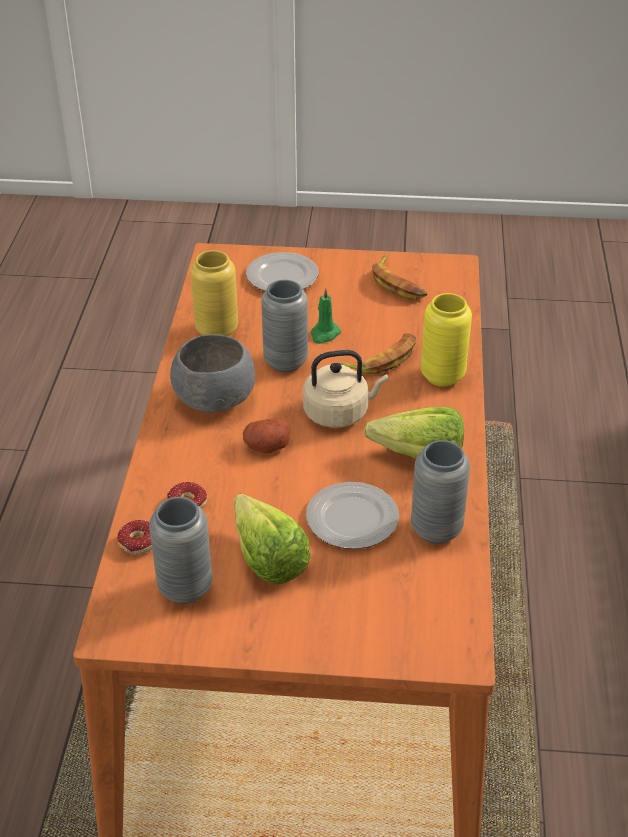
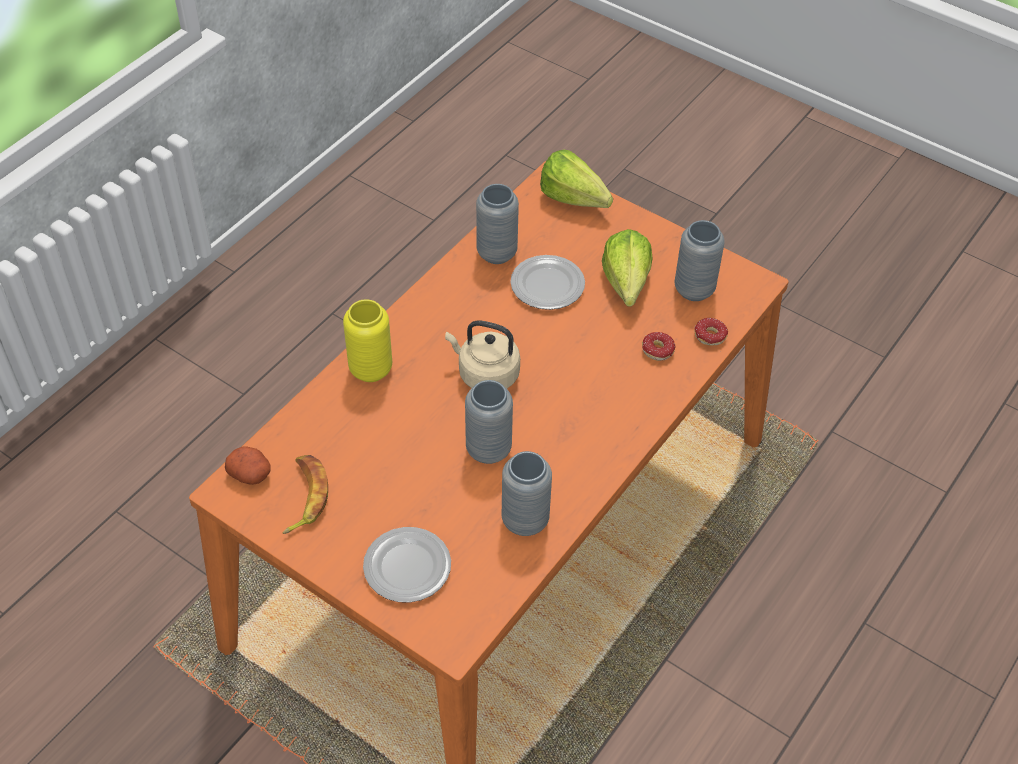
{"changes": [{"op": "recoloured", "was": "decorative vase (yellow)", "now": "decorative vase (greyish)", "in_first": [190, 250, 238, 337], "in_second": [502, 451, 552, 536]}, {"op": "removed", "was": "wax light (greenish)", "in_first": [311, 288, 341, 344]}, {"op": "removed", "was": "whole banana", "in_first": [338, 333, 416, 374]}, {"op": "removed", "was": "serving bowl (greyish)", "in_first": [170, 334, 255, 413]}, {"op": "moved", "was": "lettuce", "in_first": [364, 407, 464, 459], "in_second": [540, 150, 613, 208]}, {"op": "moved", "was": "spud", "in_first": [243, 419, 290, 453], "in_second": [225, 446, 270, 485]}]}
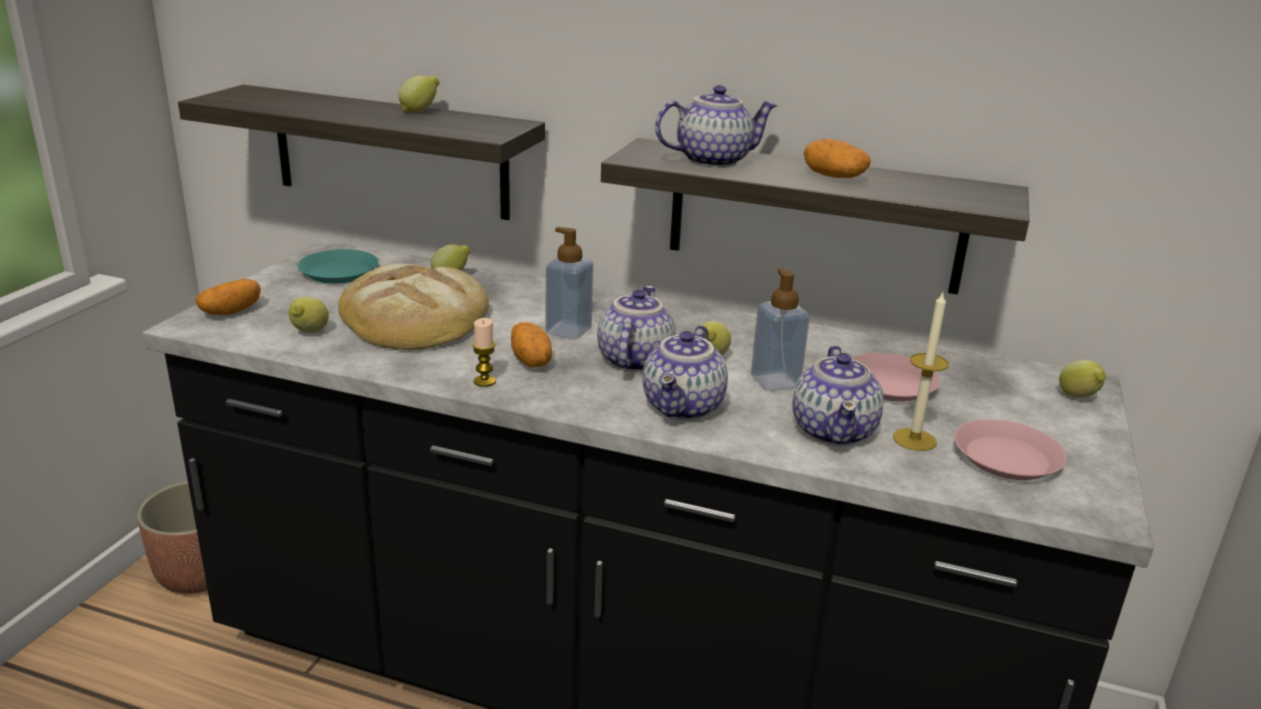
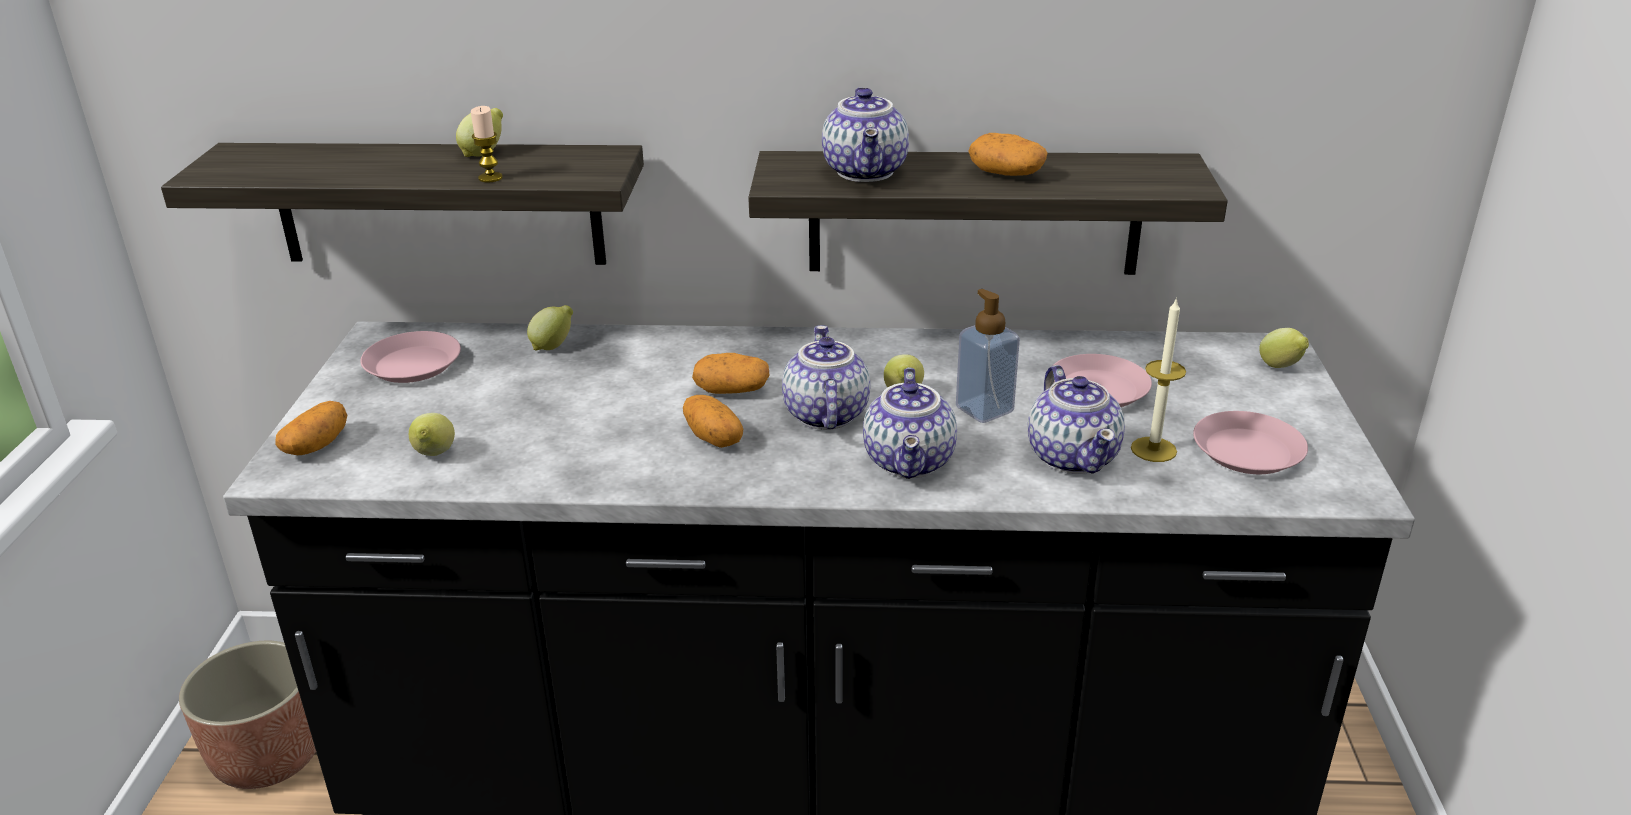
{"changes": [{"op": "turned", "was": "teapot", "in_first": [655, 85, 778, 168], "in_second": [822, 87, 909, 182], "clockwise": 120}, {"op": "replaced", "was": "soap dispenser", "now": "spud", "in_first": [545, 227, 593, 339], "in_second": [692, 353, 770, 394]}, {"op": "recoloured", "was": "dinner plate (turquoise-coloured)", "now": "dinner plate (pinkish)", "in_first": [297, 249, 379, 284], "in_second": [360, 331, 461, 383]}, {"op": "removed", "was": "baked bread", "in_first": [338, 264, 489, 350]}, {"op": "moved", "was": "wax light", "in_first": [472, 318, 496, 387], "in_second": [471, 106, 503, 182]}]}
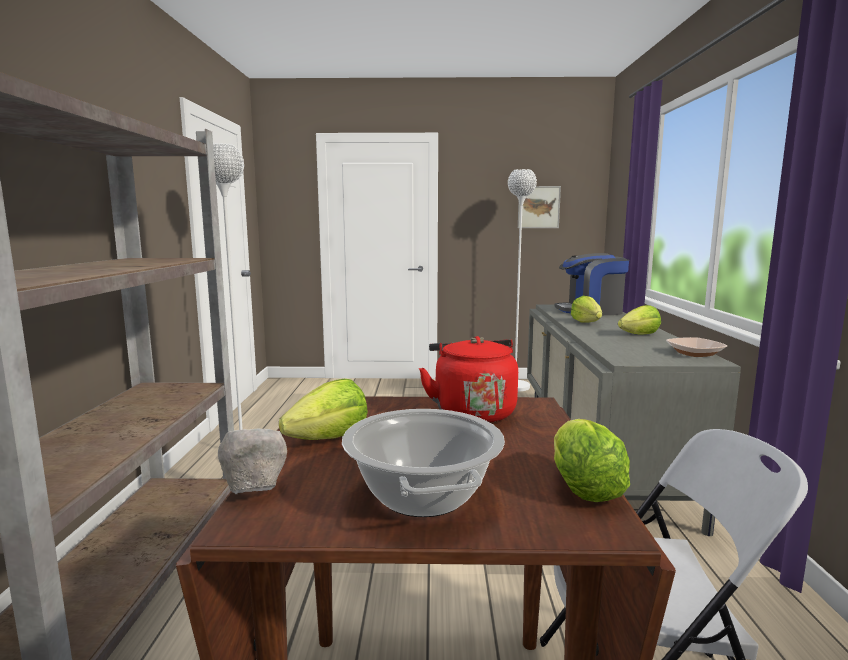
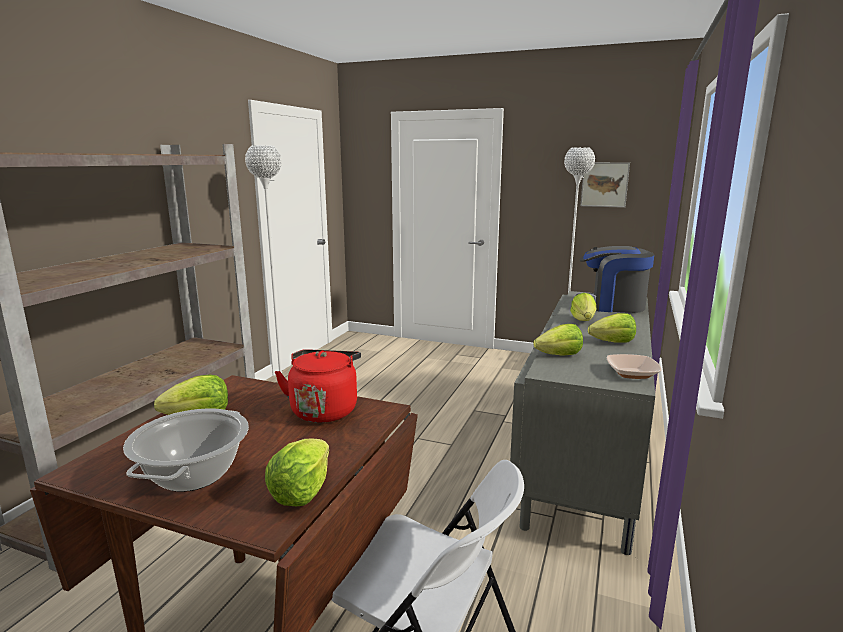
{"changes": [{"op": "removed", "was": "serving bowl (greyish)", "in_first": [218, 429, 287, 494]}, {"op": "added", "now": "lettuce", "in_second": [533, 324, 583, 356]}]}
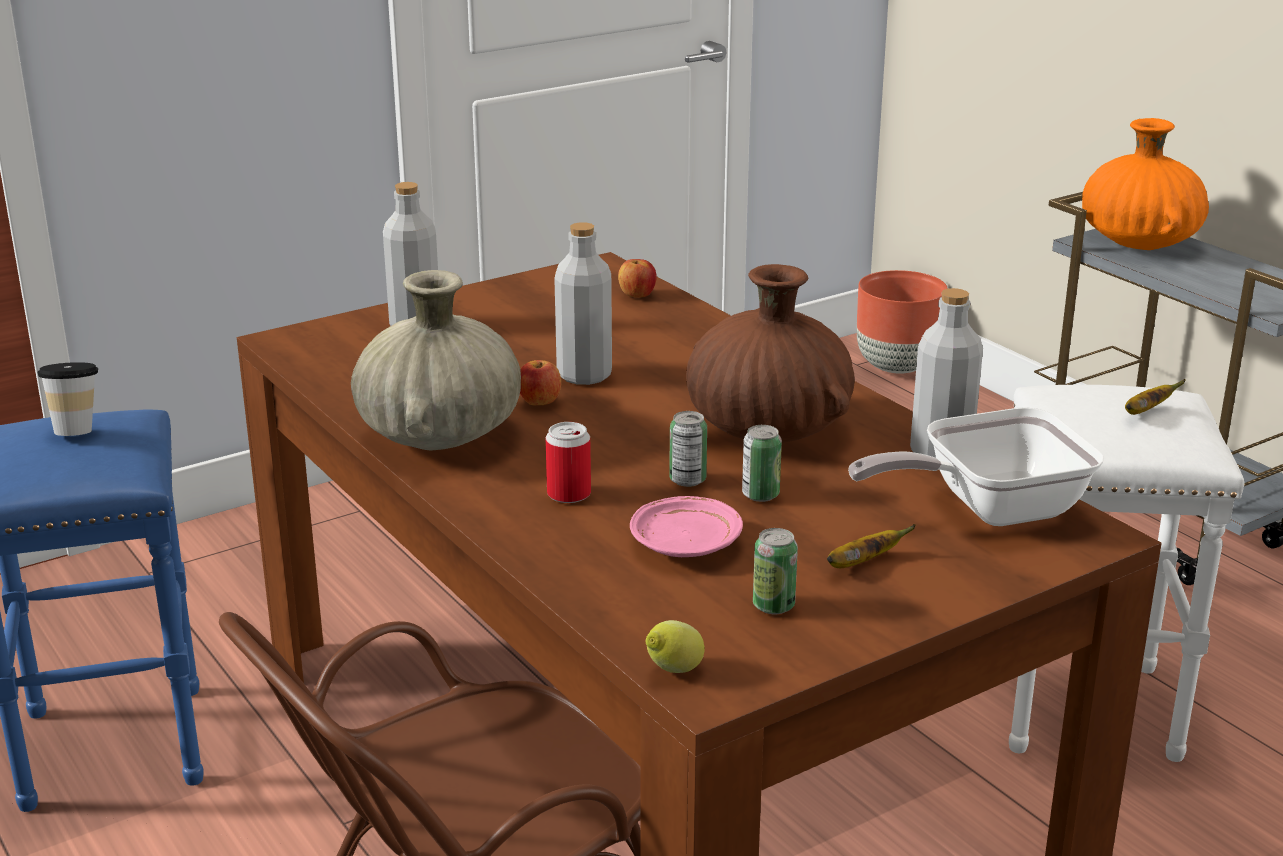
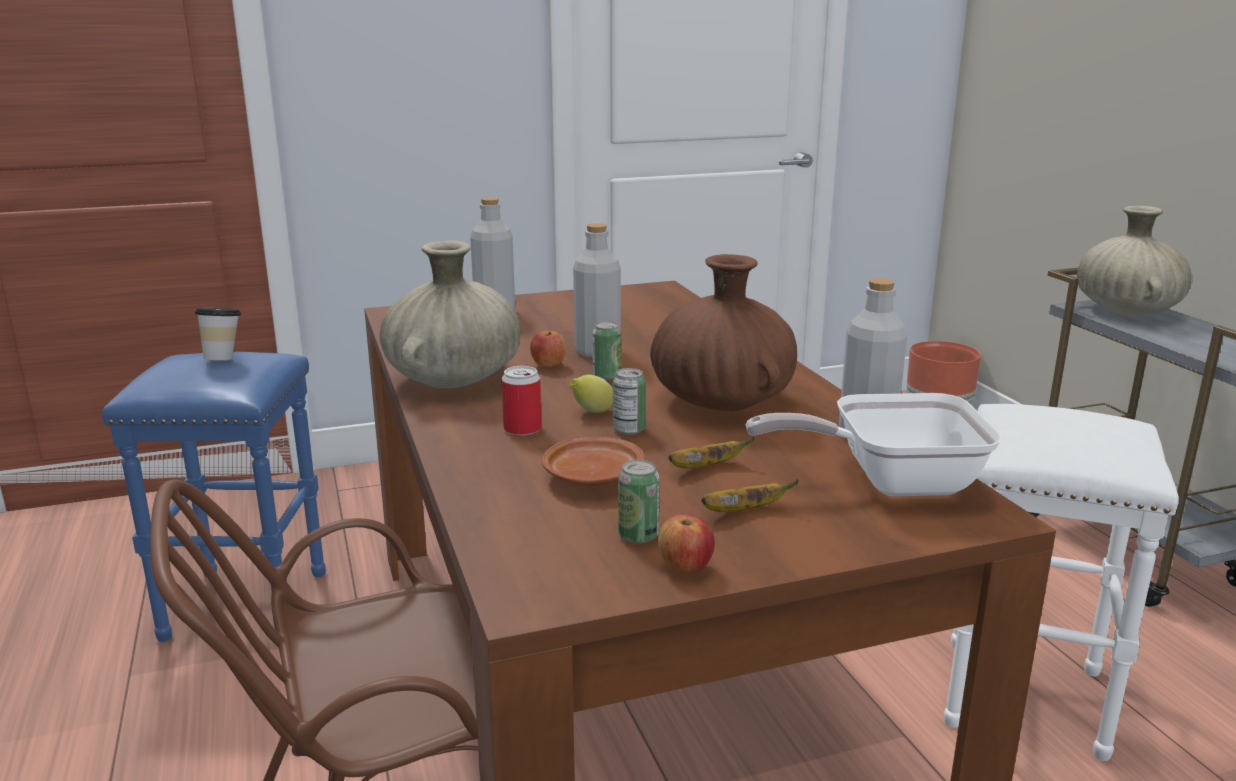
{"changes": [{"op": "recoloured", "was": "decorative vase (orange-coloured)", "now": "decorative vase (sand-coloured)", "in_first": [1082, 118, 1209, 250], "in_second": [1077, 206, 1191, 316]}, {"op": "moved", "was": "whole apple", "in_first": [618, 259, 657, 298], "in_second": [658, 514, 715, 573]}, {"op": "moved", "was": "whole banana", "in_first": [1125, 379, 1186, 415], "in_second": [668, 437, 755, 468]}, {"op": "moved", "was": "metal can", "in_first": [742, 425, 782, 502], "in_second": [592, 321, 621, 380]}, {"op": "recoloured", "was": "dinner plate (pinkish)", "now": "dinner plate (brownish)", "in_first": [630, 496, 743, 557], "in_second": [542, 436, 645, 486]}, {"op": "moved", "was": "whole lemon", "in_first": [646, 620, 705, 673], "in_second": [570, 375, 613, 413]}]}
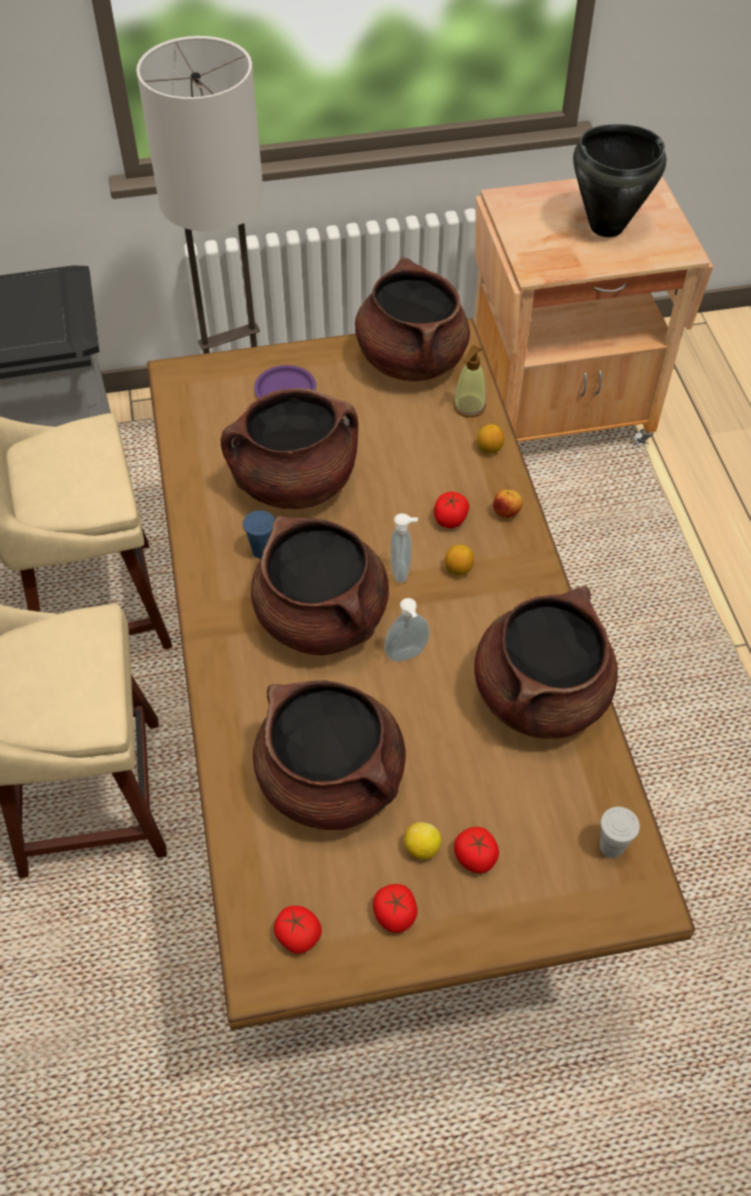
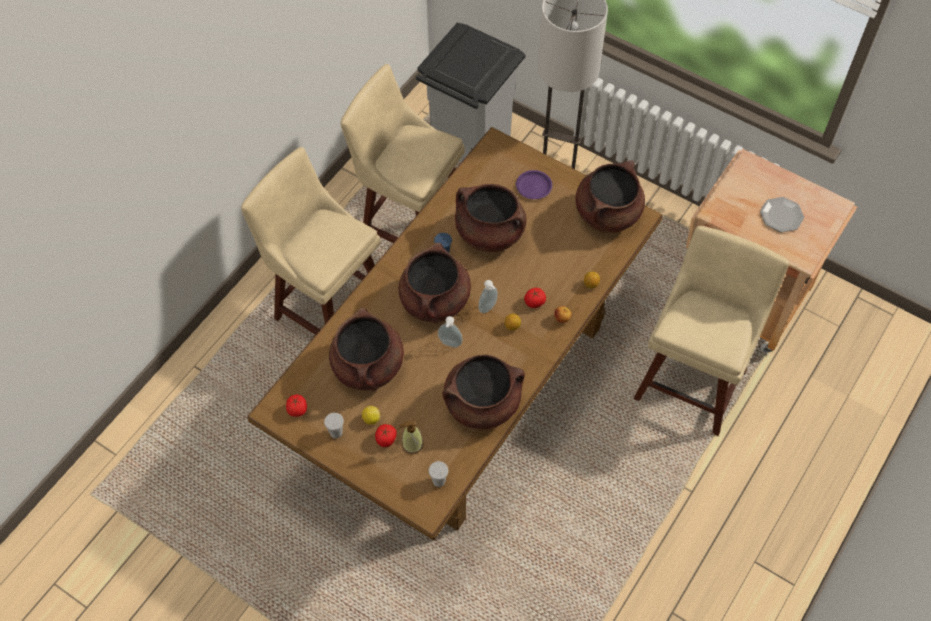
{"changes": [{"op": "replaced", "was": "saucepot (black)", "now": "dinner plate", "in_first": [573, 124, 666, 237], "in_second": [760, 197, 804, 232]}, {"op": "moved", "was": "soap dispenser", "in_first": [453, 345, 486, 417], "in_second": [399, 420, 424, 454]}, {"op": "replaced", "was": "whole tomato", "now": "small cup (whitish)", "in_first": [373, 884, 417, 933], "in_second": [324, 413, 344, 438]}, {"op": "added", "now": "plain chair (sand-coloured)", "in_second": [633, 226, 789, 436]}]}
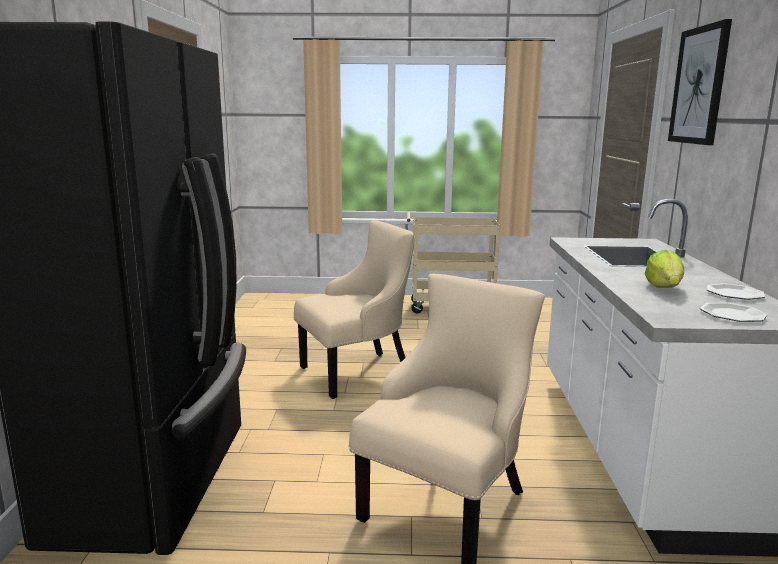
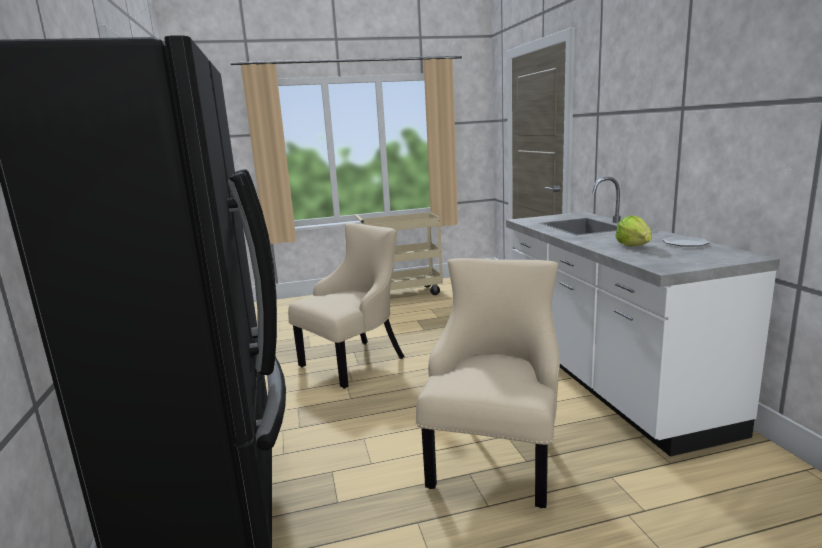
{"changes": [{"op": "removed", "was": "wall art", "in_first": [668, 19, 732, 145]}, {"op": "removed", "was": "dinner plate", "in_first": [700, 303, 767, 322]}]}
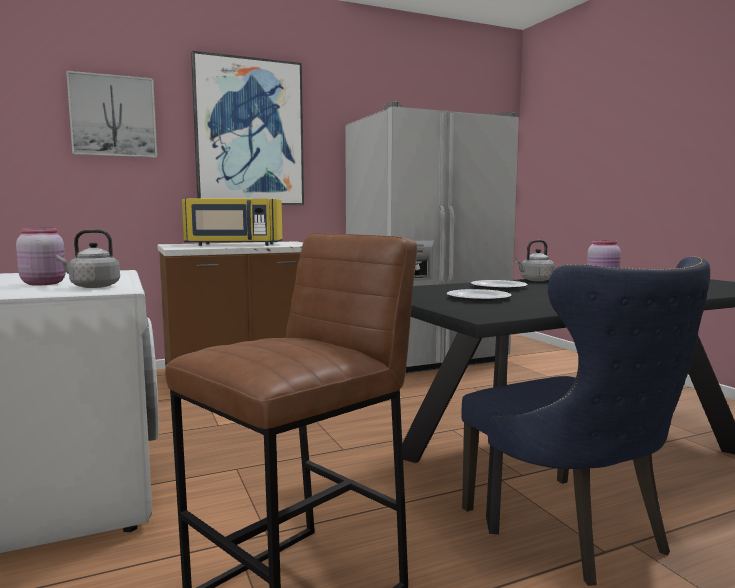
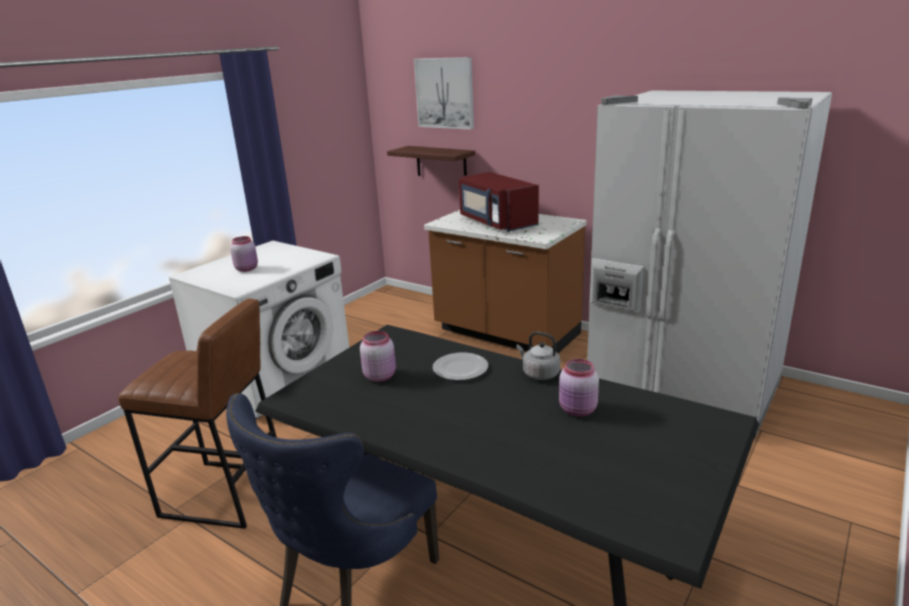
{"changes": [{"op": "removed", "was": "wall art", "in_first": [191, 51, 304, 205]}, {"op": "recoloured", "was": "microwave (yellow)", "now": "microwave (red)", "in_first": [182, 199, 282, 246], "in_second": [459, 172, 539, 232]}, {"op": "removed", "was": "tea kettle (greyish)", "in_first": [56, 229, 120, 288]}, {"op": "replaced", "was": "dinner plate", "now": "preserve jar (pinkish)", "in_first": [447, 289, 511, 302], "in_second": [360, 331, 396, 382]}, {"op": "added", "now": "shelf", "in_second": [387, 146, 475, 176]}]}
